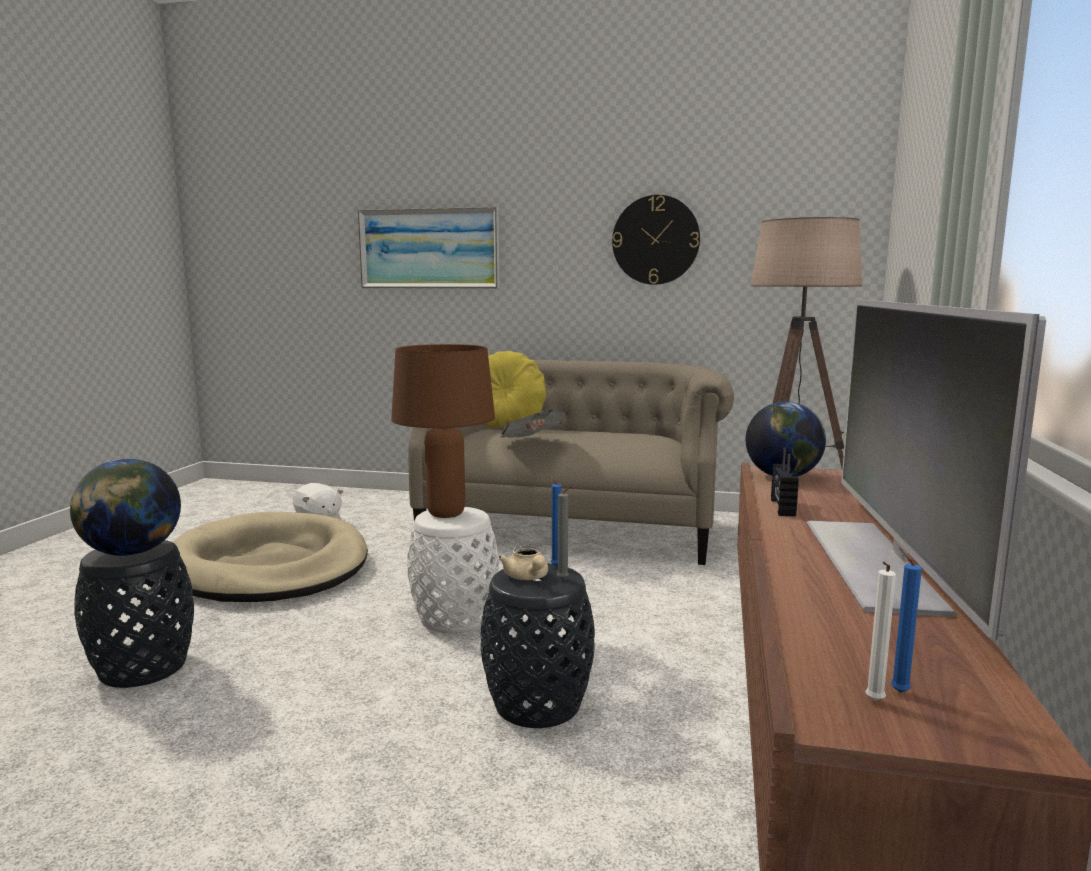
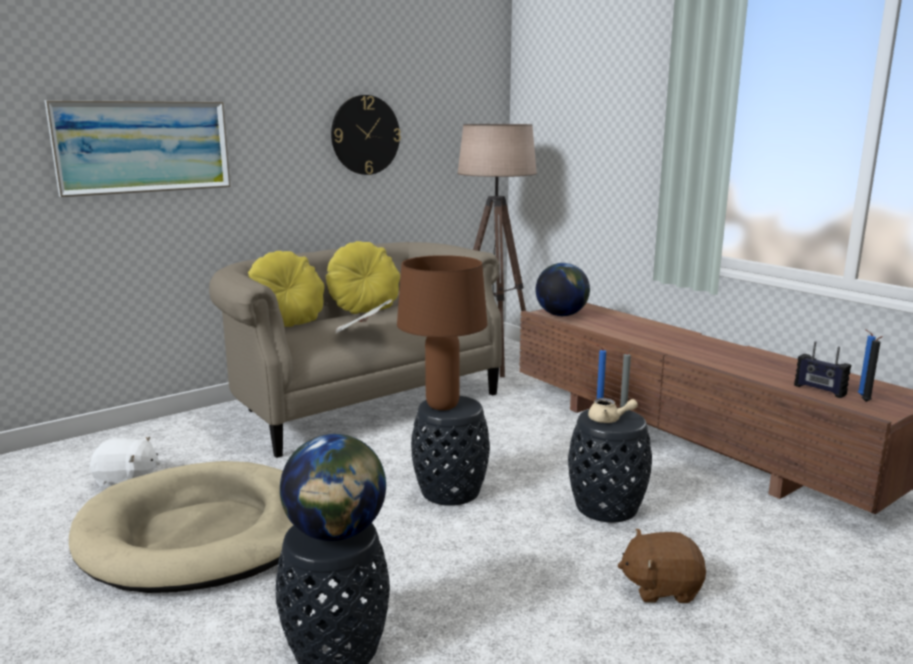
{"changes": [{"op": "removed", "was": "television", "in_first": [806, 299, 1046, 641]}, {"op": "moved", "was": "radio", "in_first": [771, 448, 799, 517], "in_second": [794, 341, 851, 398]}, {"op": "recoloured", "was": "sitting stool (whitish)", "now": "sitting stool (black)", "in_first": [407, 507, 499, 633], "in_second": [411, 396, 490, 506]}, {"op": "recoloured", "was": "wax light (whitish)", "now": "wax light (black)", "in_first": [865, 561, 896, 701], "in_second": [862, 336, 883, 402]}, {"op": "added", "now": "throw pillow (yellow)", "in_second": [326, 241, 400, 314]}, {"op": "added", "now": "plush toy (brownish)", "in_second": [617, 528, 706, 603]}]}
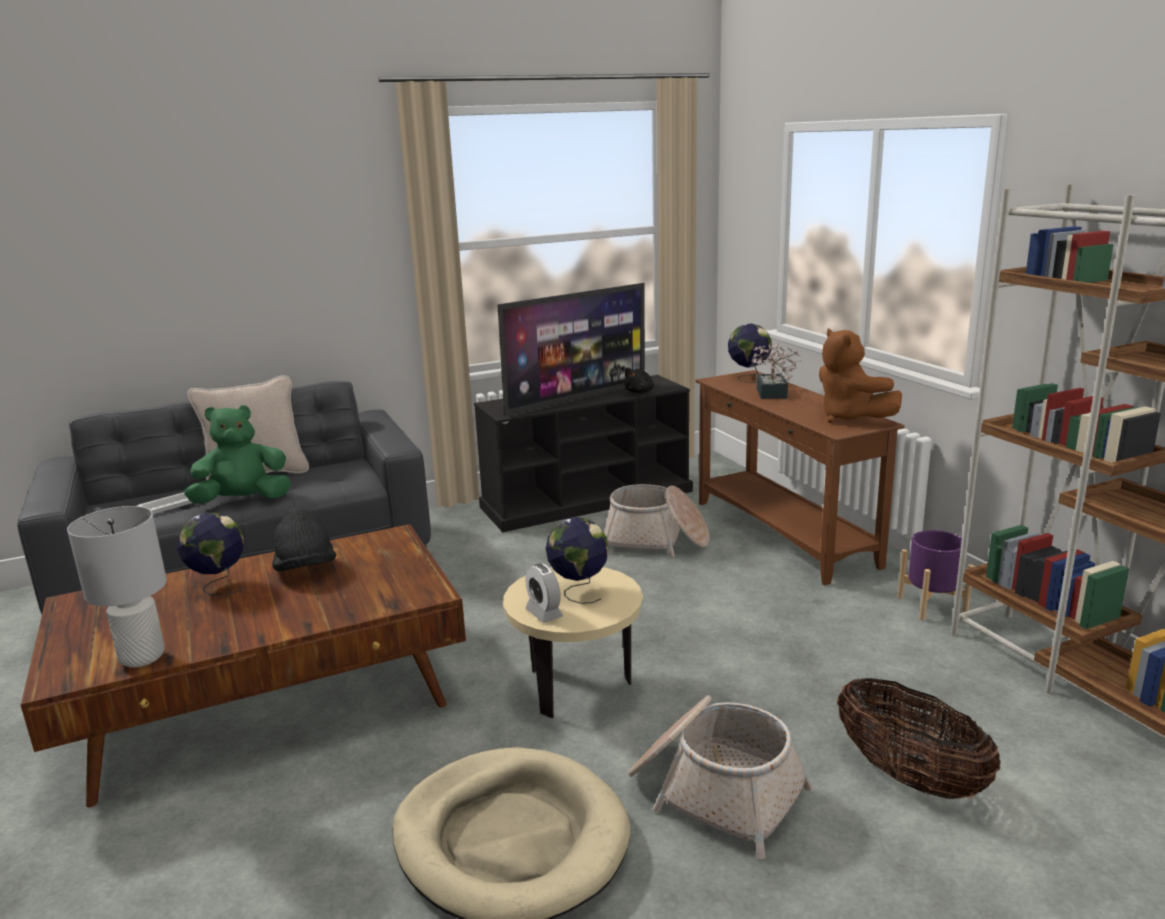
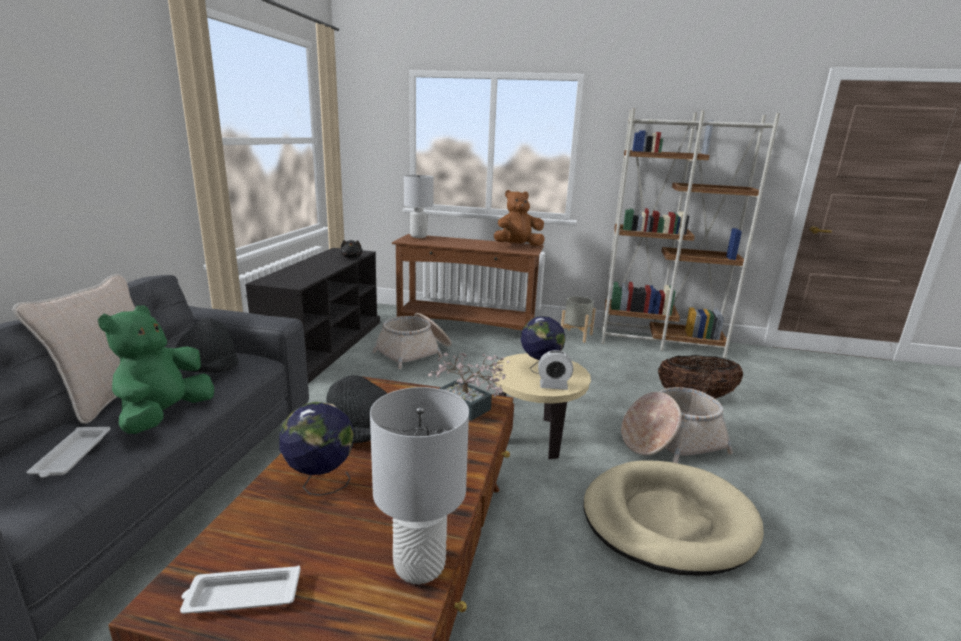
{"changes": [{"op": "removed", "was": "television", "in_first": [497, 283, 645, 416]}, {"op": "replaced", "was": "desk globe", "now": "table lamp (greyish)", "in_first": [728, 324, 772, 383], "in_second": [404, 175, 434, 238]}, {"op": "turned", "was": "plush toy (brownish)", "in_first": [819, 329, 902, 423], "in_second": [494, 190, 545, 246], "clockwise": 150}, {"op": "moved", "was": "potted plant", "in_first": [751, 343, 802, 399], "in_second": [428, 352, 509, 421]}, {"op": "recoloured", "was": "flower pot (purplish)", "now": "flower pot (greyish)", "in_first": [898, 530, 974, 621], "in_second": [561, 296, 596, 343]}, {"op": "added", "now": "wearable hat (black)", "in_second": [175, 318, 239, 373]}, {"op": "added", "now": "serving tray (whitish)", "in_second": [180, 565, 301, 614]}]}
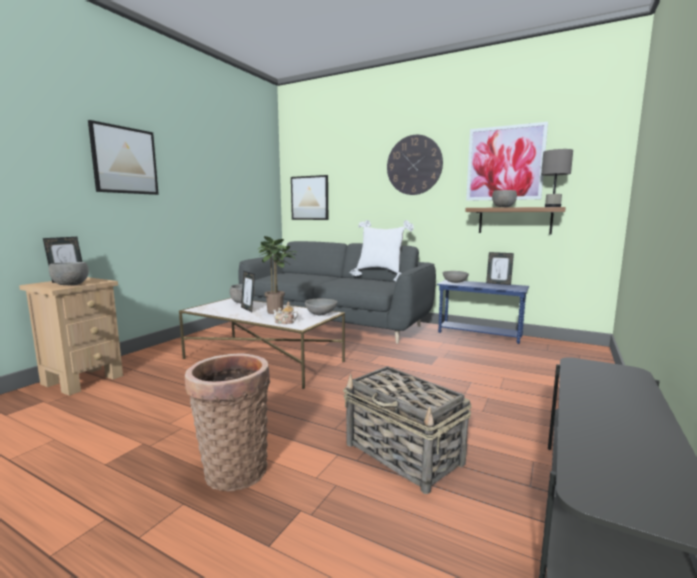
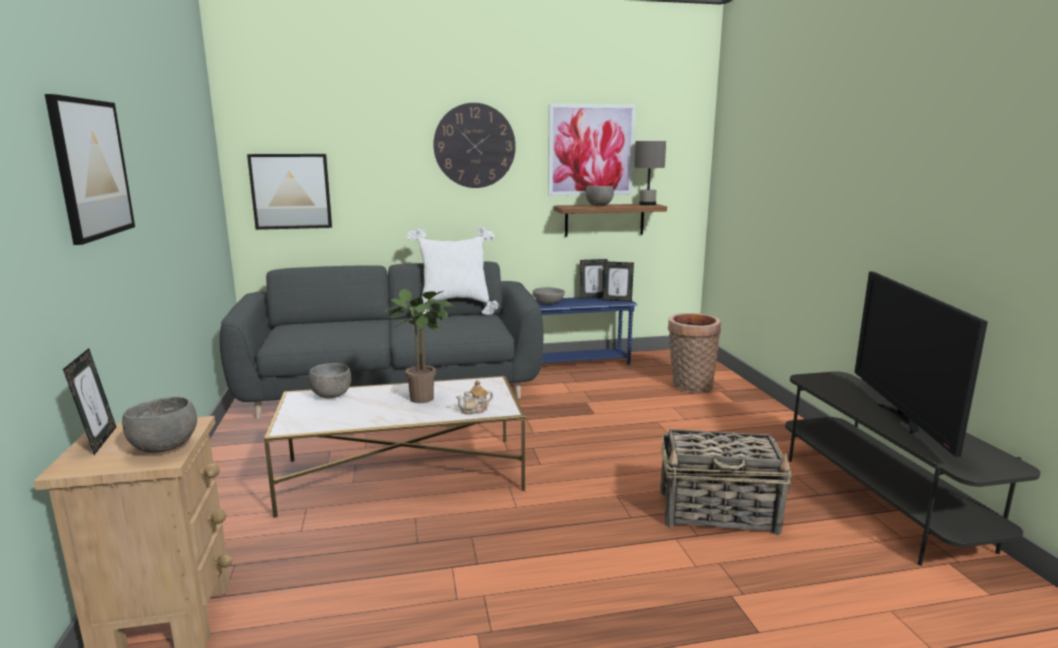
{"changes": [{"op": "moved", "was": "standing frame", "in_first": [241, 271, 255, 312], "in_second": [603, 261, 634, 302]}, {"op": "removed", "was": "serving bowl (greyish)", "in_first": [305, 299, 337, 315]}, {"op": "moved", "was": "household basket", "in_first": [185, 354, 270, 491], "in_second": [668, 313, 721, 393]}, {"op": "added", "now": "television", "in_second": [854, 271, 988, 457]}]}
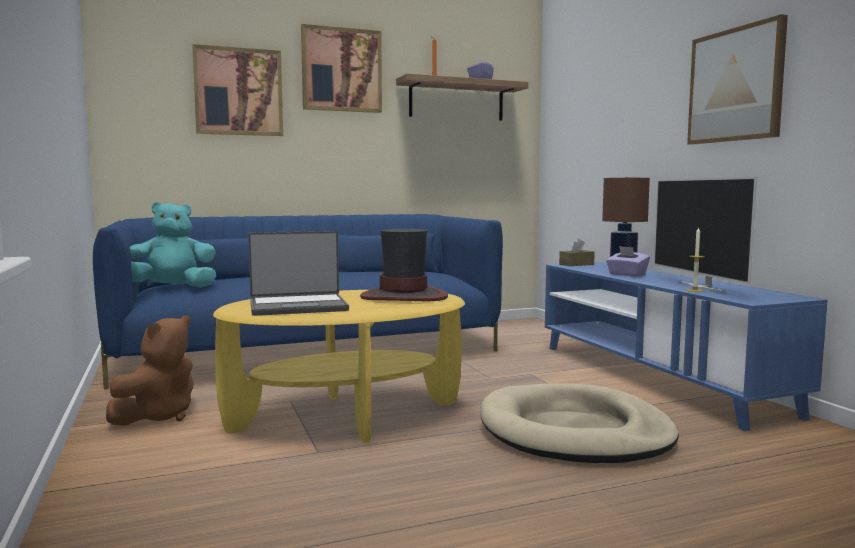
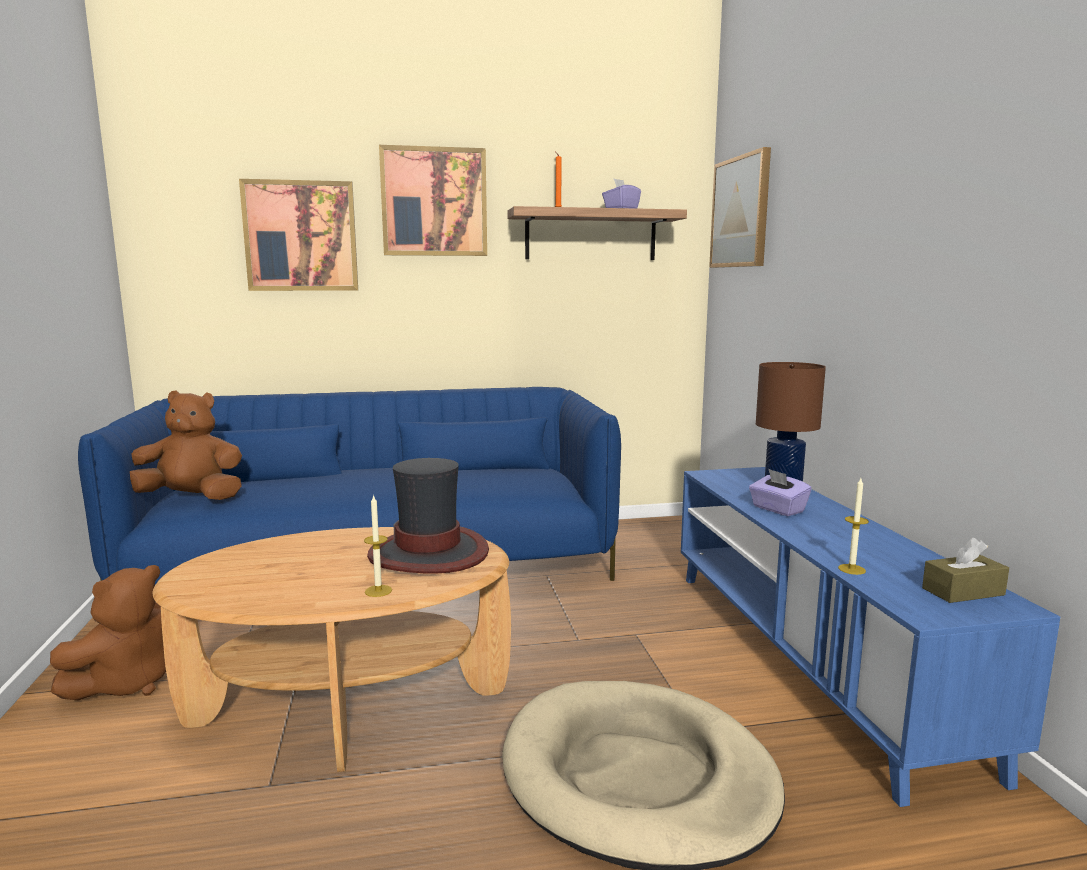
{"changes": [{"op": "moved", "was": "wall art", "in_first": [687, 14, 788, 145], "in_second": [709, 147, 771, 268]}, {"op": "removed", "was": "television", "in_first": [654, 177, 757, 293]}, {"op": "recoloured", "was": "plush toy (turquoise-coloured)", "now": "plush toy (brownish)", "in_first": [130, 202, 217, 288], "in_second": [130, 390, 242, 500]}, {"op": "removed", "was": "notebook computer", "in_first": [248, 231, 349, 316]}, {"op": "moved", "was": "tissue holder (brownish)", "in_first": [559, 238, 595, 266], "in_second": [922, 538, 1009, 603]}, {"op": "recoloured", "was": "low table (yellow)", "now": "low table (brownish)", "in_first": [213, 290, 465, 443], "in_second": [153, 527, 511, 772]}, {"op": "added", "now": "wax light", "in_second": [364, 494, 392, 597]}]}
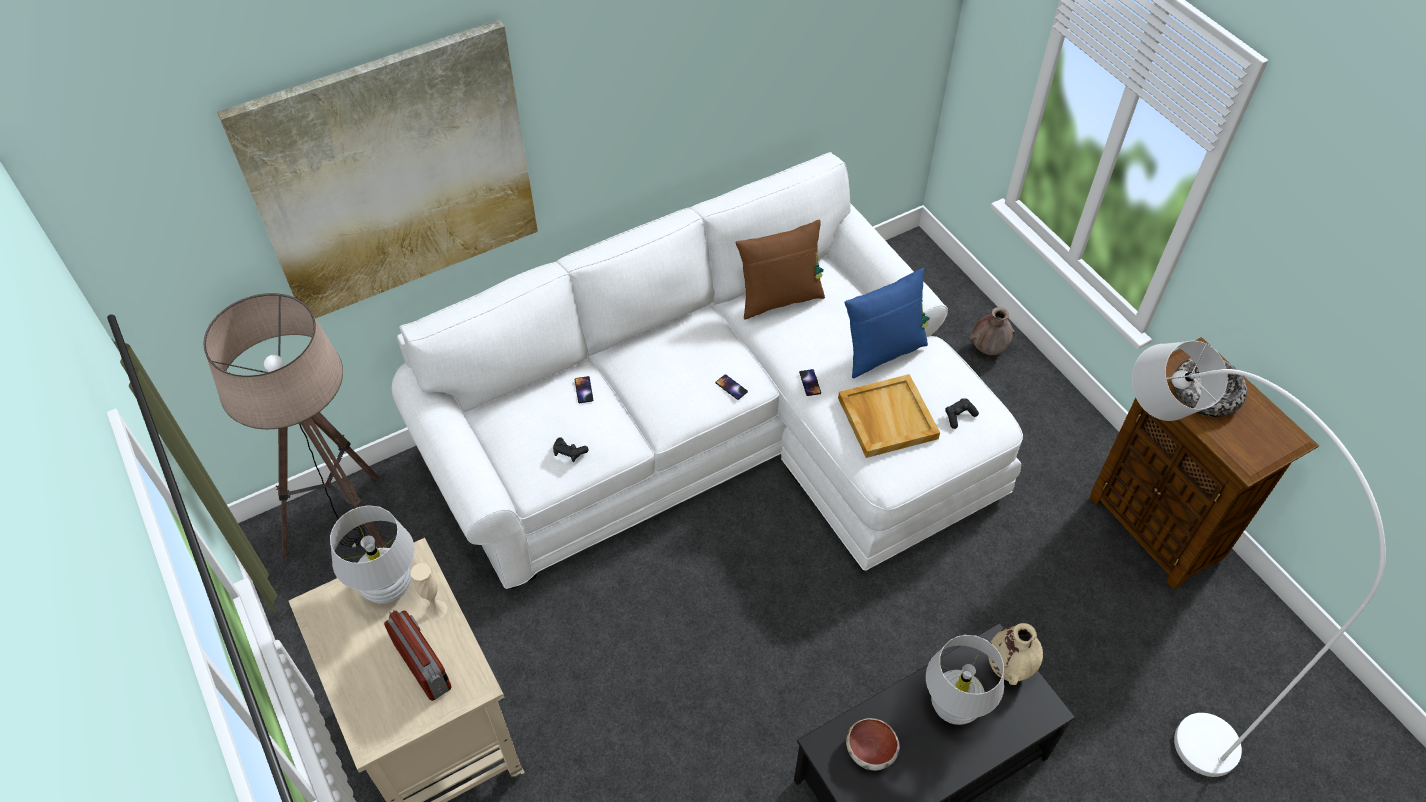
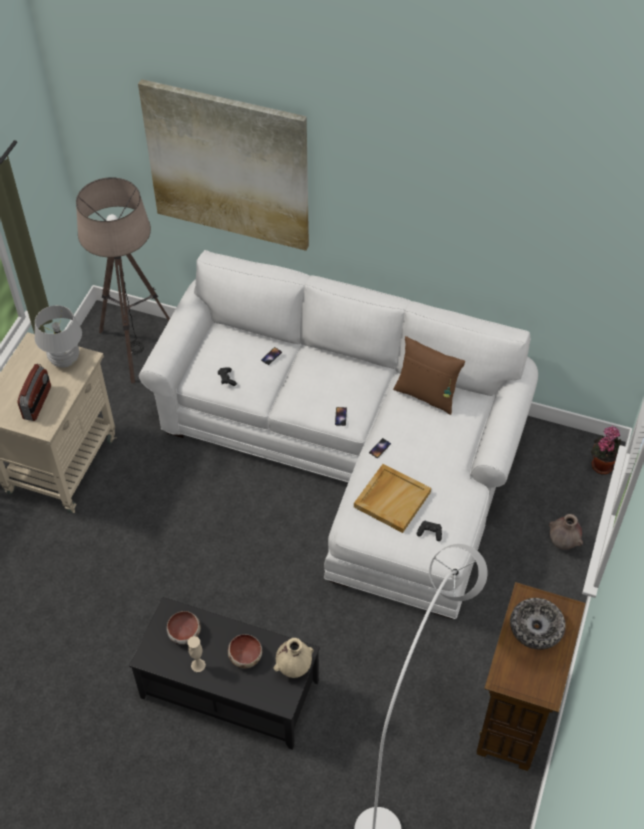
{"changes": [{"op": "removed", "was": "throw pillow (blue-coloured)", "in_first": [844, 268, 930, 378]}, {"op": "moved", "was": "decorative vase (sand-coloured)", "in_first": [410, 563, 447, 621], "in_second": [187, 636, 206, 672]}, {"op": "replaced", "was": "table lamp (whitish)", "now": "serving bowl", "in_first": [926, 635, 1004, 725], "in_second": [228, 634, 262, 668]}, {"op": "added", "now": "potted plant", "in_second": [591, 426, 621, 474]}]}
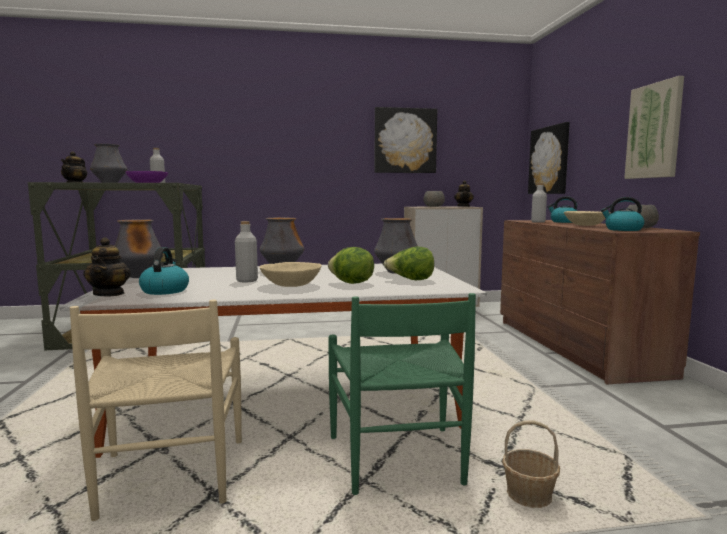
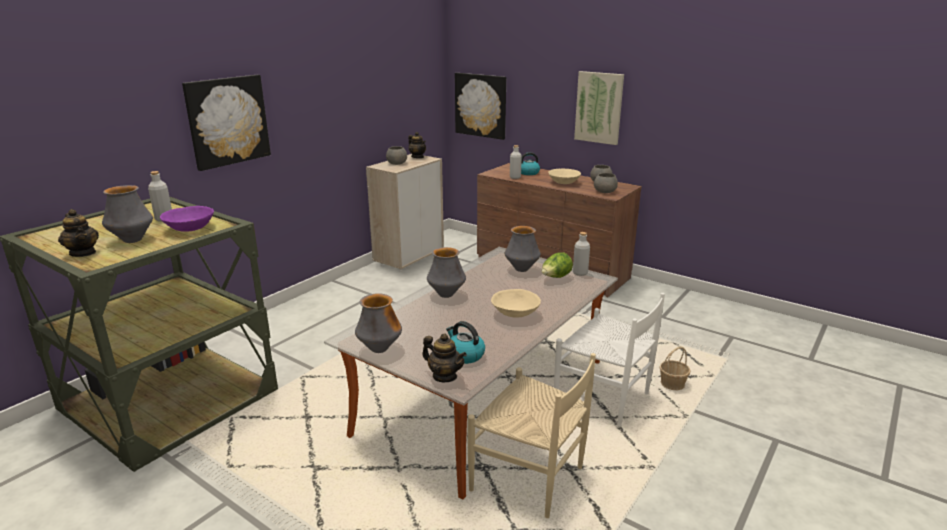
{"changes": [{"op": "moved", "was": "wall art", "in_first": [375, 107, 437, 173], "in_second": [182, 75, 271, 171]}, {"op": "replaced", "was": "tea kettle", "now": "serving bowl (greyish)", "in_first": [601, 197, 645, 231], "in_second": [594, 173, 618, 193]}, {"op": "moved", "was": "bottle (greyish)", "in_first": [235, 221, 258, 282], "in_second": [573, 232, 590, 276]}, {"op": "removed", "was": "lettuce", "in_first": [328, 247, 374, 284]}, {"op": "recoloured", "was": "plain chair (greenish)", "now": "plain chair (whitish)", "in_first": [329, 293, 476, 495], "in_second": [554, 293, 665, 427]}]}
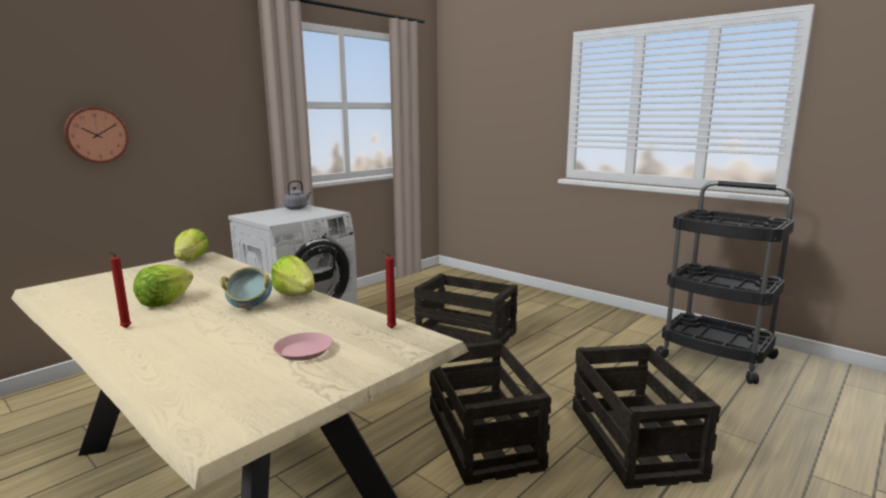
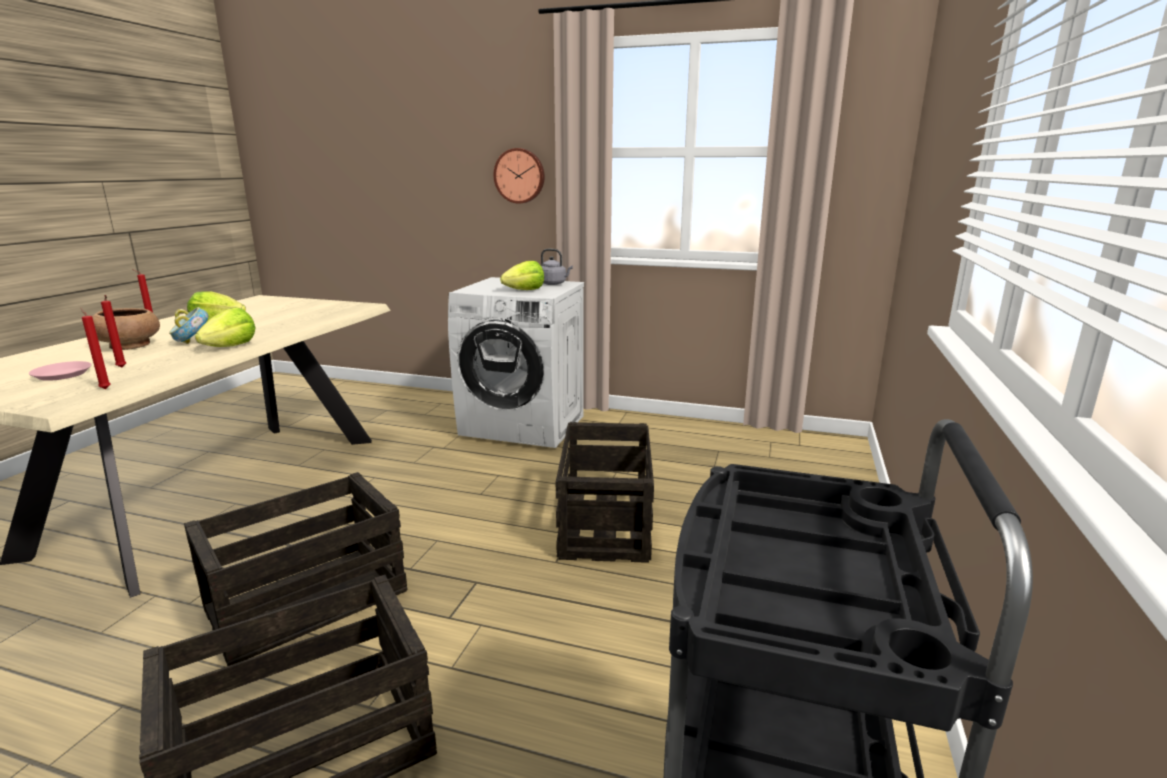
{"changes": [{"op": "moved", "was": "hanging clock", "in_first": [63, 107, 129, 163], "in_second": [494, 148, 545, 204]}, {"op": "moved", "was": "lettuce", "in_first": [174, 228, 209, 261], "in_second": [500, 261, 544, 290]}, {"op": "added", "now": "wax light (red)", "in_second": [101, 295, 126, 368]}, {"op": "added", "now": "serving bowl (brownish)", "in_second": [92, 308, 160, 350]}]}
